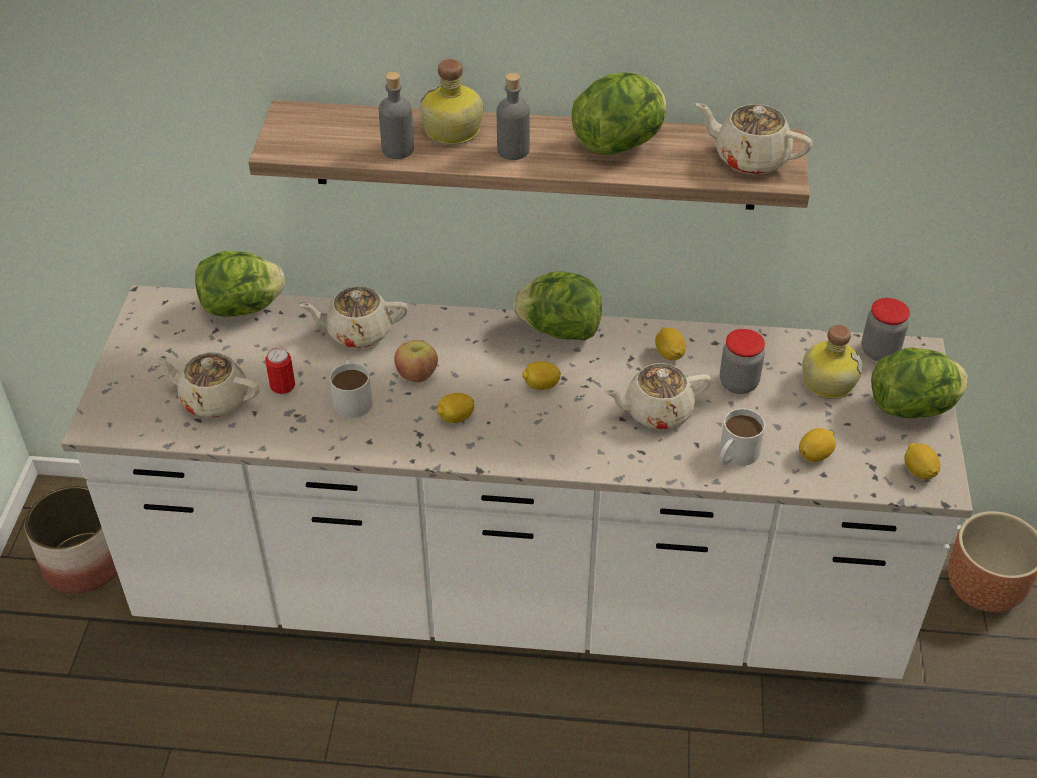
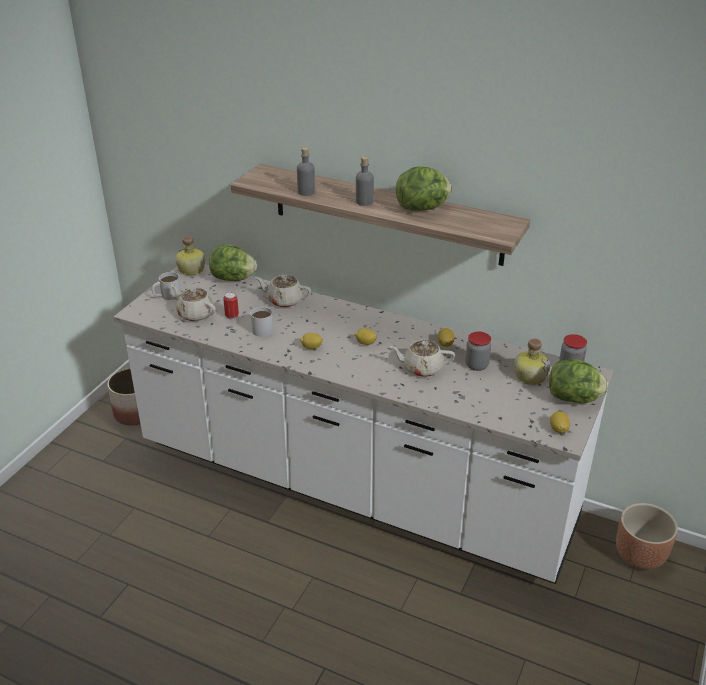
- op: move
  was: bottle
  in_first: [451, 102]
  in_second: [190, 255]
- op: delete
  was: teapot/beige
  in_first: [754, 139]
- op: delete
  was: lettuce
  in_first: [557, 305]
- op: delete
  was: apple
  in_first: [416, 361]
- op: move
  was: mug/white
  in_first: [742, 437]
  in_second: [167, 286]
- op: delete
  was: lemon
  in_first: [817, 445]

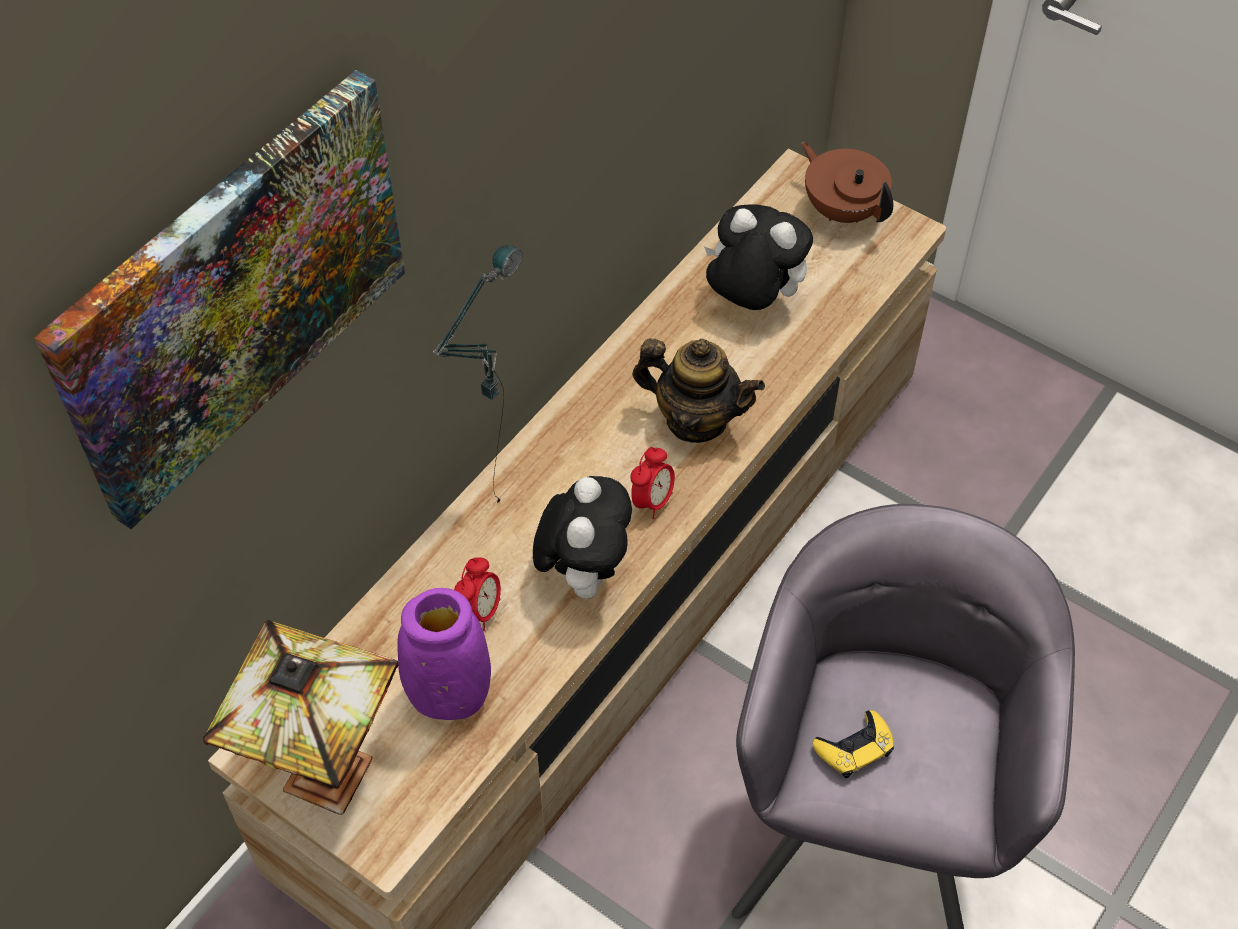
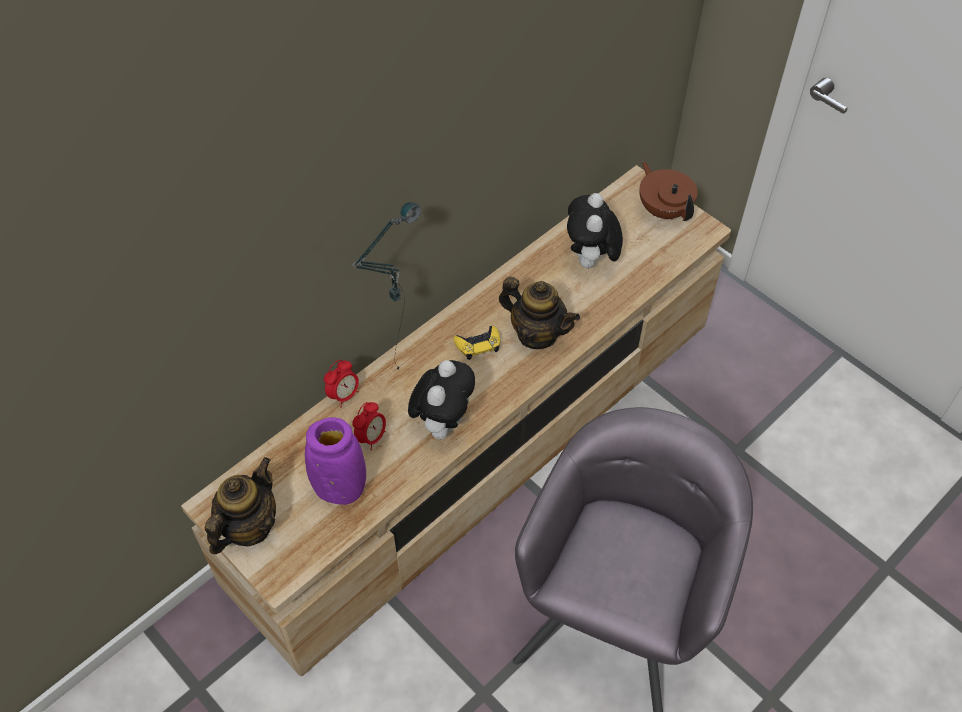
- op: delete
  was: picture
  in_first: [219, 299]
- op: rotate
  was: plush toy
  in_first: [758, 257]
  in_second: [595, 232]
  clockwise: -120
- op: move
  was: alarm clock
  in_first: [652, 483]
  in_second: [341, 383]
- op: replace
  was: table lamp
  now: teapot
  in_first: [301, 717]
  in_second: [240, 505]
- op: move
  was: game controller/yellow
  in_first: [853, 744]
  in_second: [477, 343]

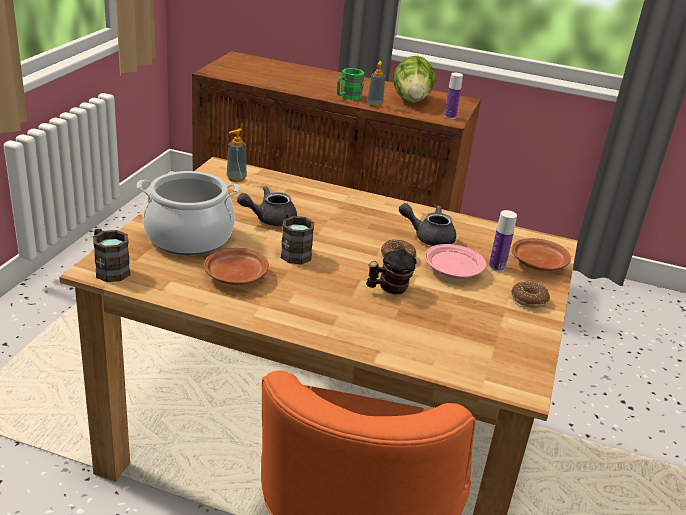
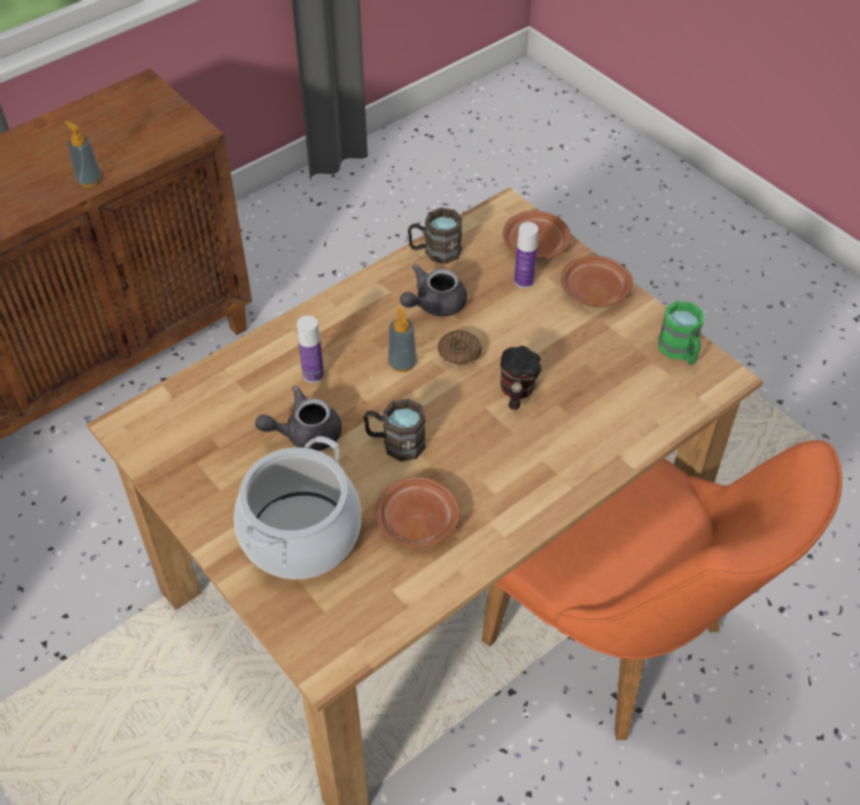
- op: delete
  was: lettuce
  in_first: [414, 79]
- op: move
  was: mug/green
  in_first: [351, 84]
  in_second: [681, 333]
- op: move
  was: bottle
  in_first: [453, 96]
  in_second: [310, 349]
- op: move
  was: soap dispenser
  in_first: [236, 155]
  in_second: [402, 339]
- op: rotate
  was: teapot/grey
  in_first: [267, 206]
  in_second: [298, 418]
  clockwise: 60
- op: move
  was: mug/brown
  in_first: [111, 255]
  in_second: [435, 236]
- op: delete
  was: plate/pink
  in_first: [455, 261]
- op: replace
  was: donut
  now: plate/brown
  in_first: [530, 295]
  in_second: [597, 281]

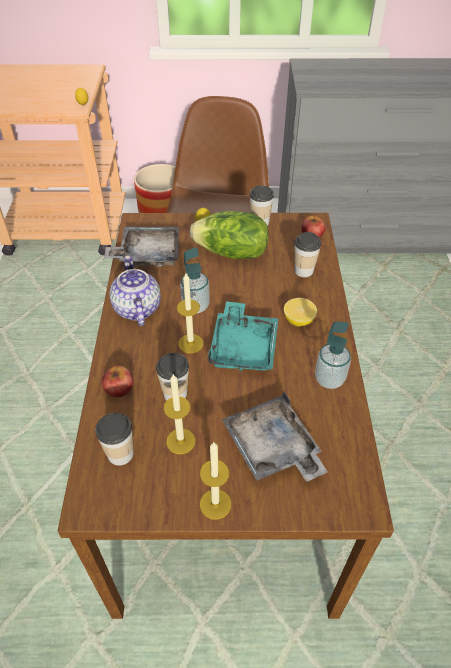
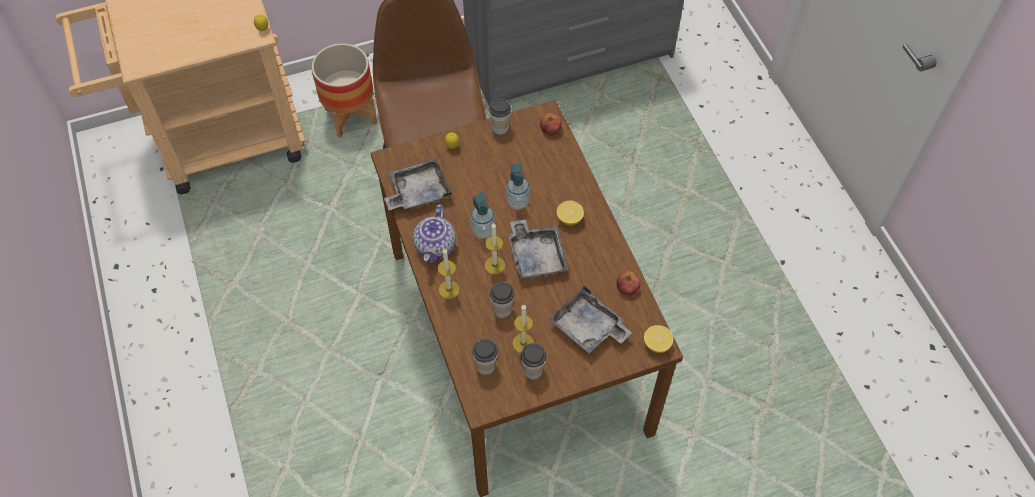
- op: delete
  was: lettuce
  in_first: [229, 235]
- op: move
  was: cup
  in_first: [307, 254]
  in_second: [533, 361]
- op: rotate
  was: teapot
  in_first: [135, 291]
  in_second: [434, 234]
  clockwise: -135
- op: recolor
  was: tray/turquoise
  now: tray/grey
  in_first: [243, 336]
  in_second: [538, 249]
- op: move
  was: soap dispenser
  in_first: [333, 355]
  in_second: [518, 186]
- op: move
  was: apple
  in_first: [118, 381]
  in_second: [628, 283]
- op: move
  was: candle
  in_first: [215, 481]
  in_second: [448, 273]
- op: insert
  now: lemon
  in_second: [658, 339]

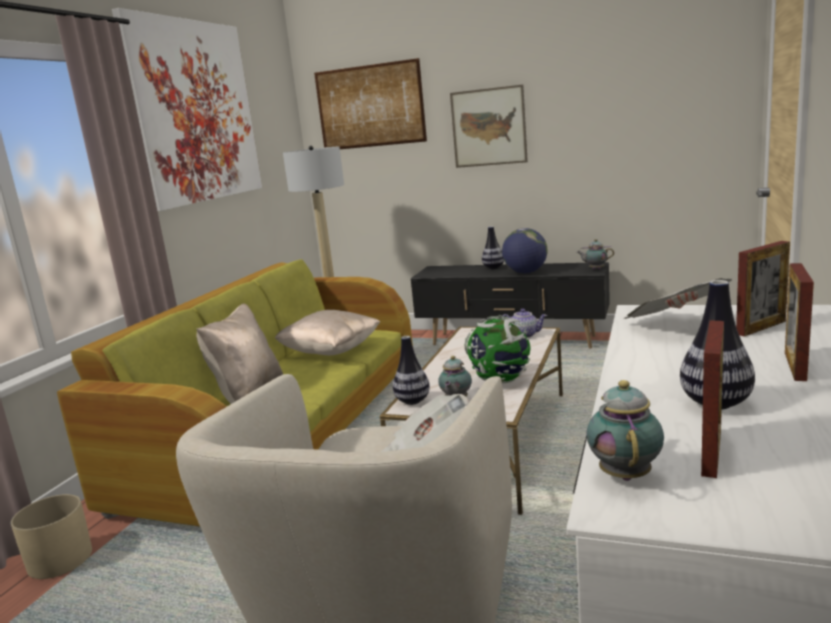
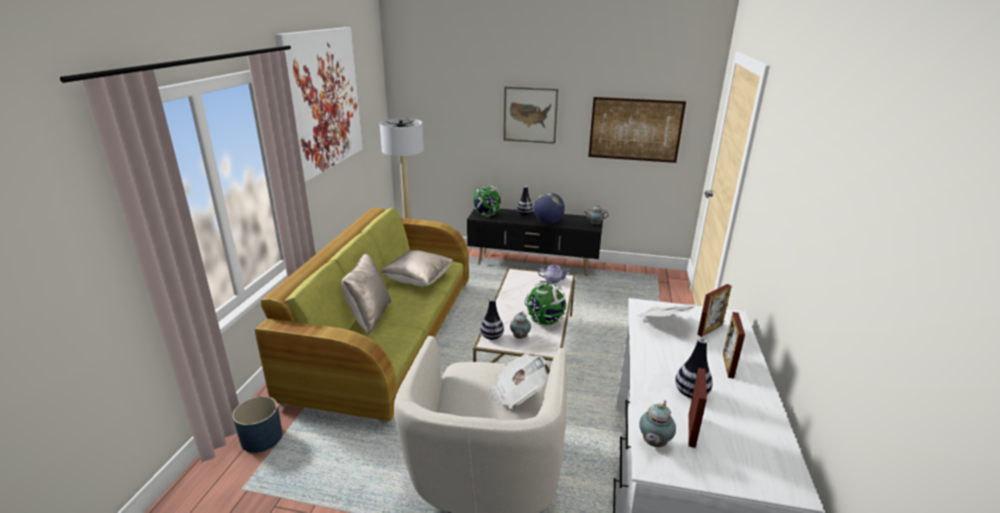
- op: move
  was: picture
  in_first: [370, 103]
  in_second: [637, 130]
- op: rotate
  was: teapot
  in_first: [625, 430]
  in_second: [657, 423]
  clockwise: -150
- op: recolor
  was: planter/beige
  now: planter/blue
  in_first: [51, 536]
  in_second: [257, 424]
- op: insert
  now: globe
  in_second: [487, 201]

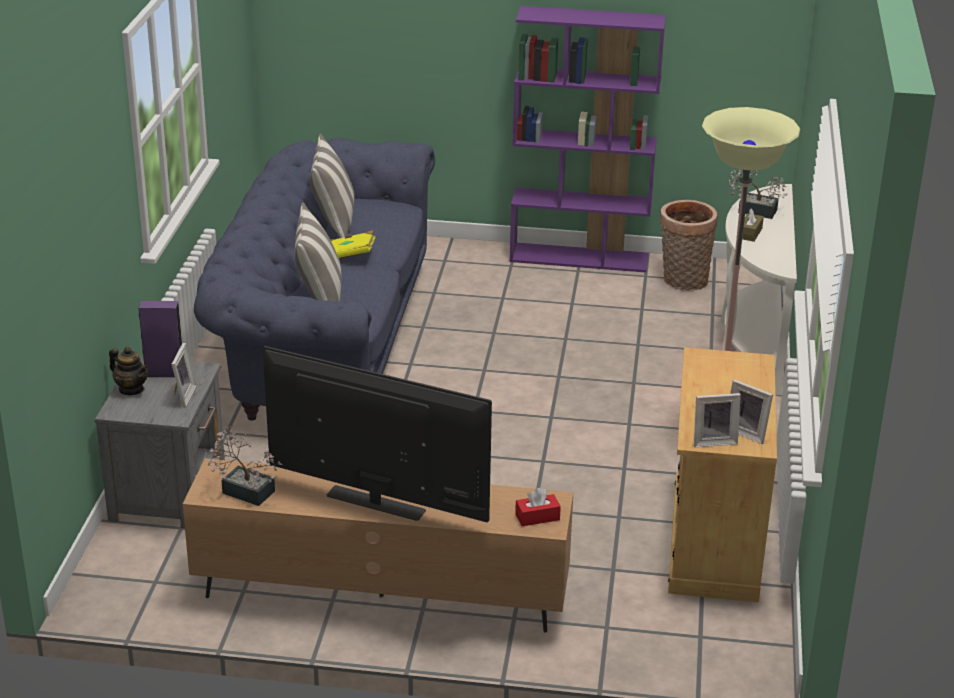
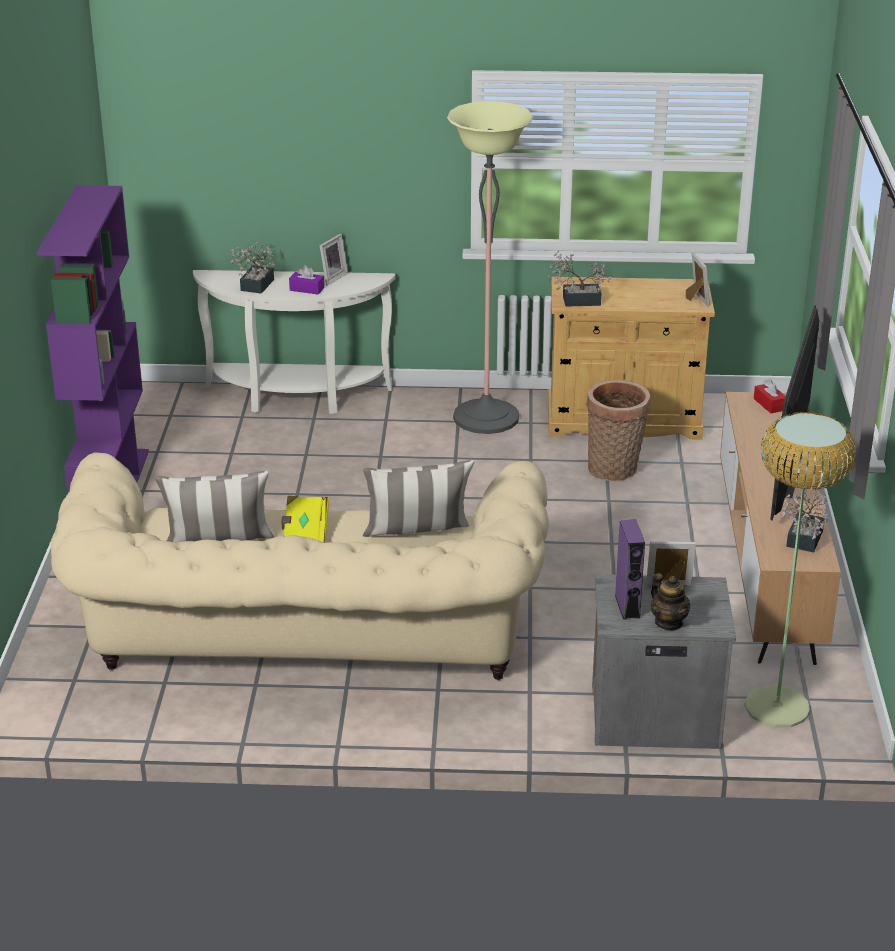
- op: recolor
  was: sofa/blue
  now: sofa/beige
  in_first: [314, 279]
  in_second: [300, 566]
- op: move
  was: basket
  in_first: [689, 245]
  in_second: [618, 430]
- op: recolor
  was: tissue box/brown
  now: tissue box/purple
  in_first: [753, 225]
  in_second: [306, 279]
- op: rotate
  was: teapot
  in_first: [128, 371]
  in_second: [671, 601]
  clockwise: 120
- op: move
  was: picture frame
  in_first: [751, 411]
  in_second: [333, 260]
- op: insert
  now: potted plant
  in_second: [579, 279]
- op: insert
  now: floor lamp
  in_second: [800, 570]

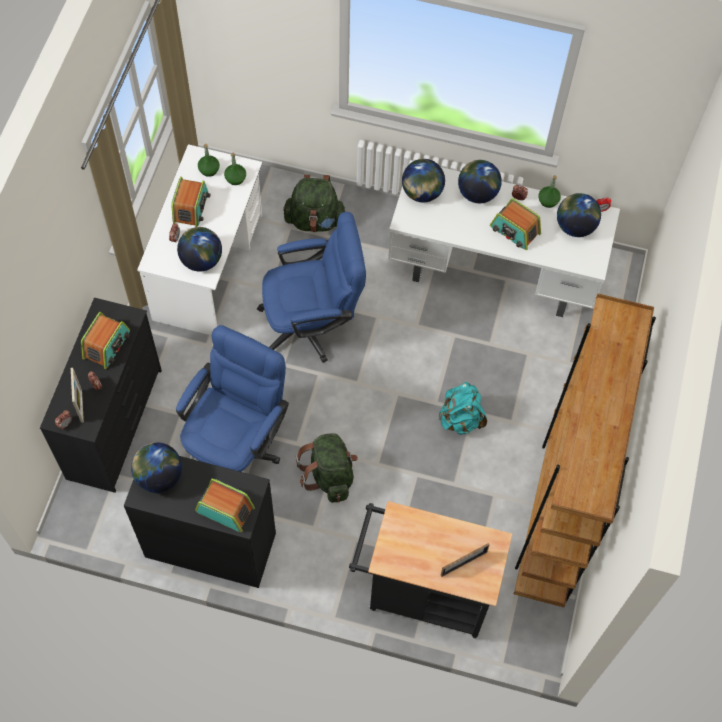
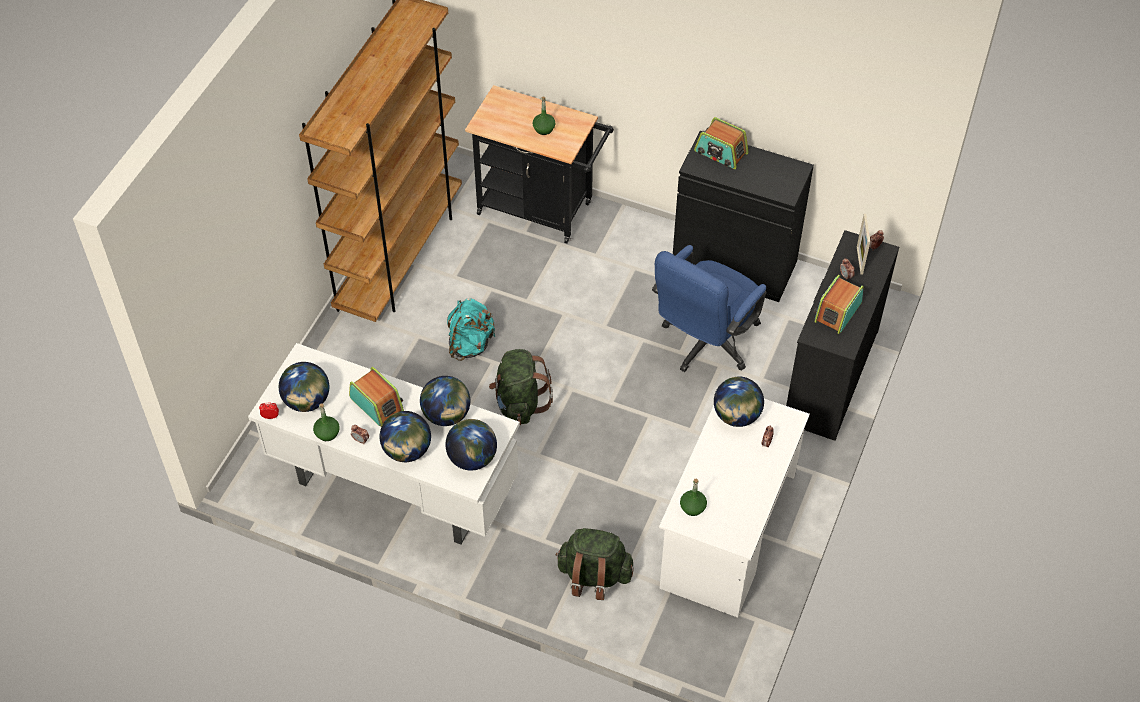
- op: move
  was: bottle/green
  in_first: [209, 160]
  in_second: [543, 115]
- op: delete
  was: radio
  in_first: [191, 202]
- op: delete
  was: office chair/blue
  in_first: [311, 287]
- op: move
  was: backpack/green
  in_first: [327, 468]
  in_second: [521, 387]
- op: move
  was: globe
  in_first: [156, 467]
  in_second: [445, 401]
- op: delete
  was: picture frame
  in_first: [465, 560]

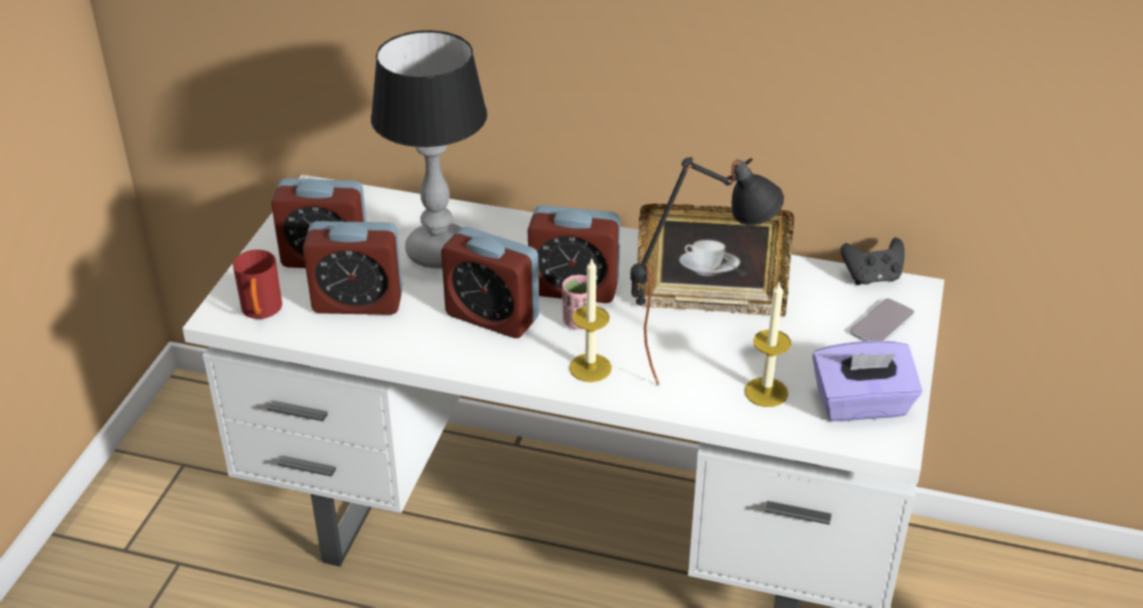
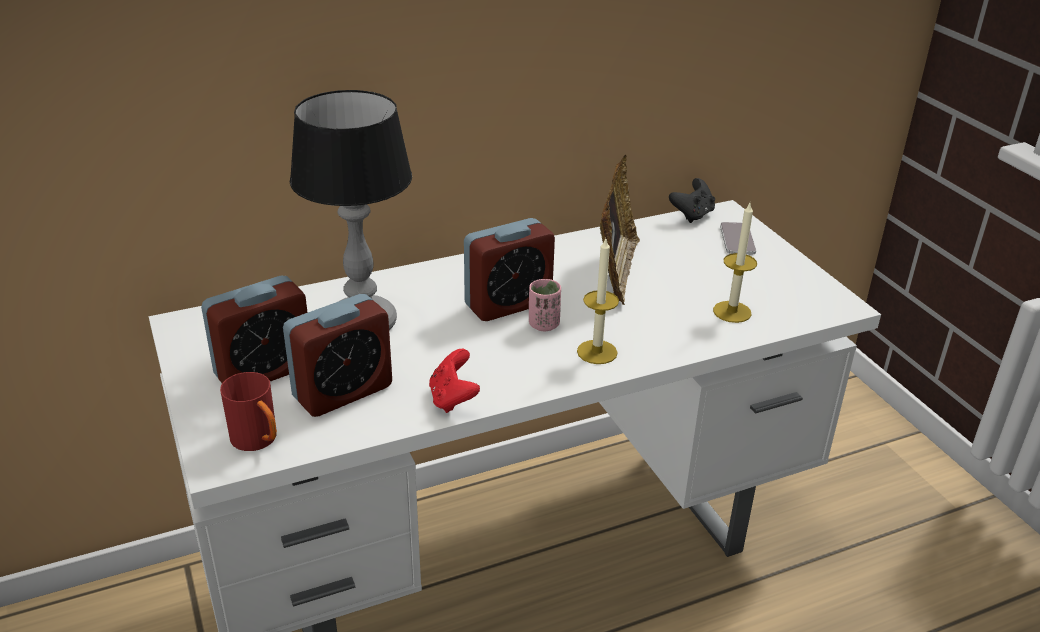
- op: delete
  was: table lamp/black
  in_first: [707, 271]
- op: rotate
  was: picture frame
  in_first: [715, 260]
  in_second: [620, 230]
  clockwise: -45
- op: delete
  was: alarm clock
  in_first: [490, 282]
- op: delete
  was: tissue box/purple
  in_first: [867, 381]
- op: insert
  now: game controller/red
  in_second: [454, 381]

